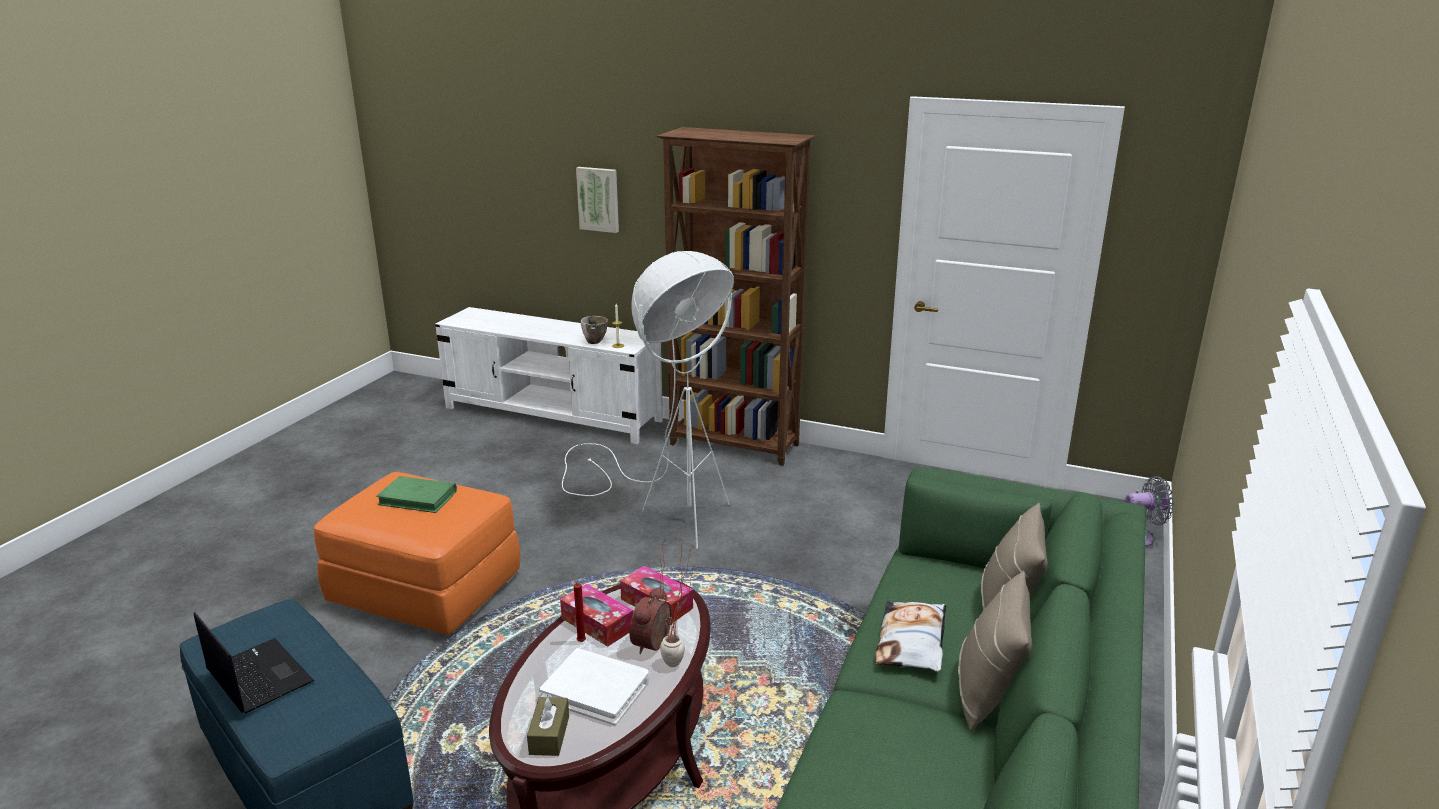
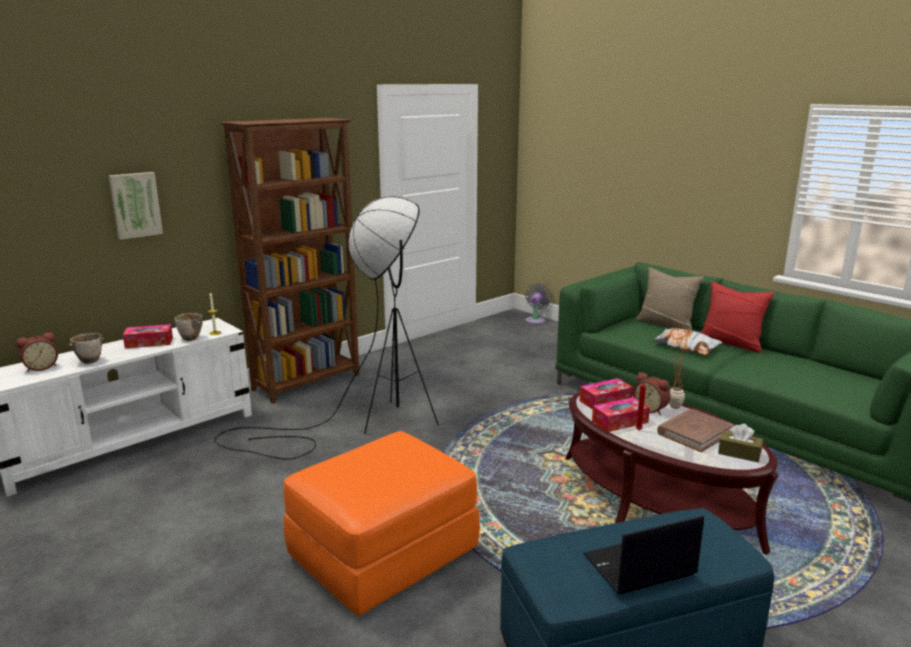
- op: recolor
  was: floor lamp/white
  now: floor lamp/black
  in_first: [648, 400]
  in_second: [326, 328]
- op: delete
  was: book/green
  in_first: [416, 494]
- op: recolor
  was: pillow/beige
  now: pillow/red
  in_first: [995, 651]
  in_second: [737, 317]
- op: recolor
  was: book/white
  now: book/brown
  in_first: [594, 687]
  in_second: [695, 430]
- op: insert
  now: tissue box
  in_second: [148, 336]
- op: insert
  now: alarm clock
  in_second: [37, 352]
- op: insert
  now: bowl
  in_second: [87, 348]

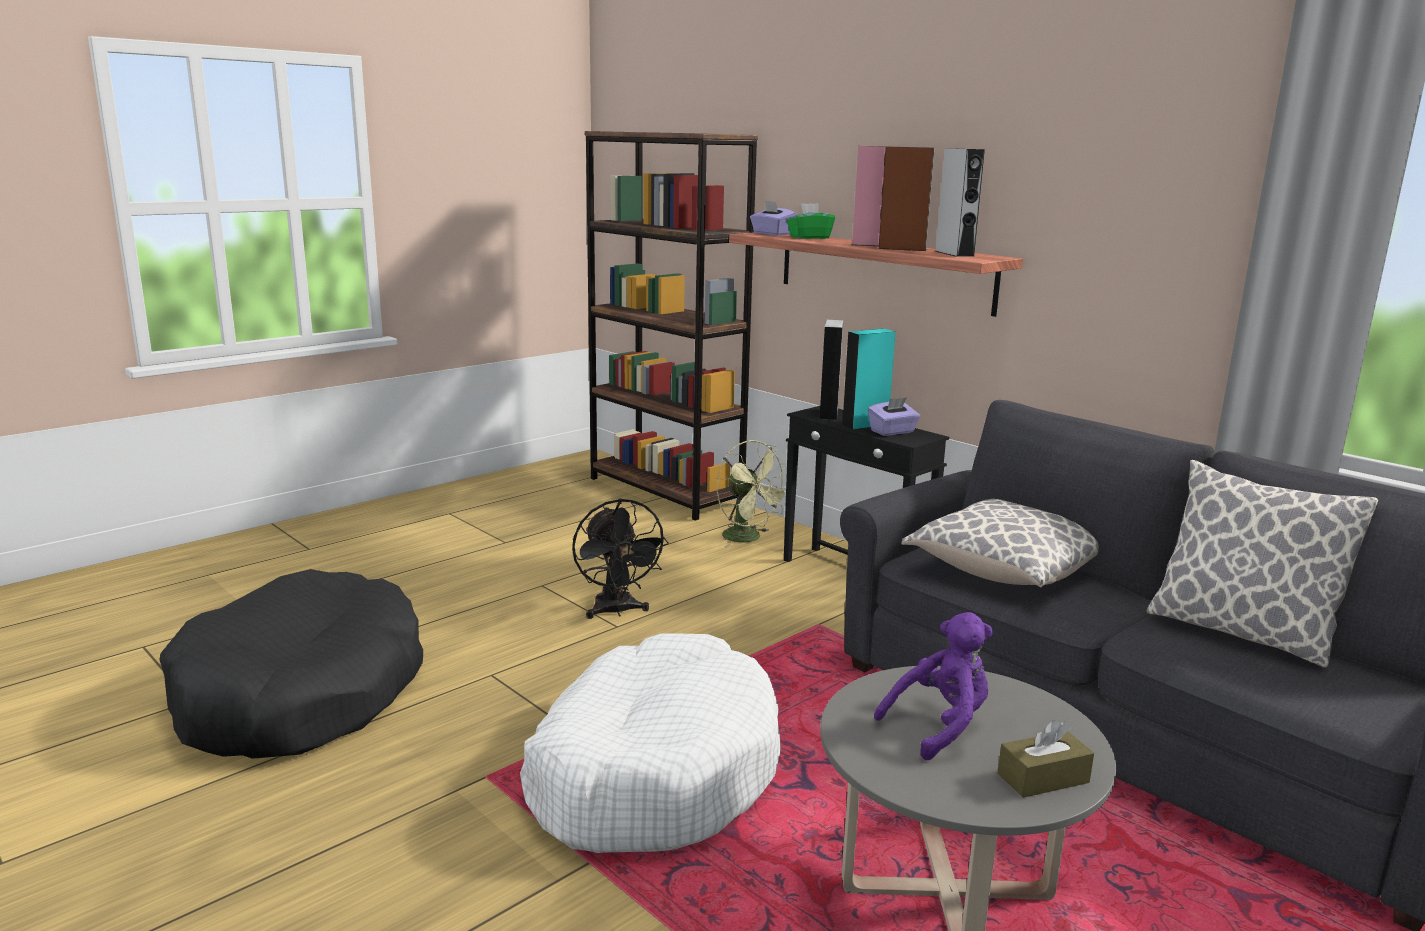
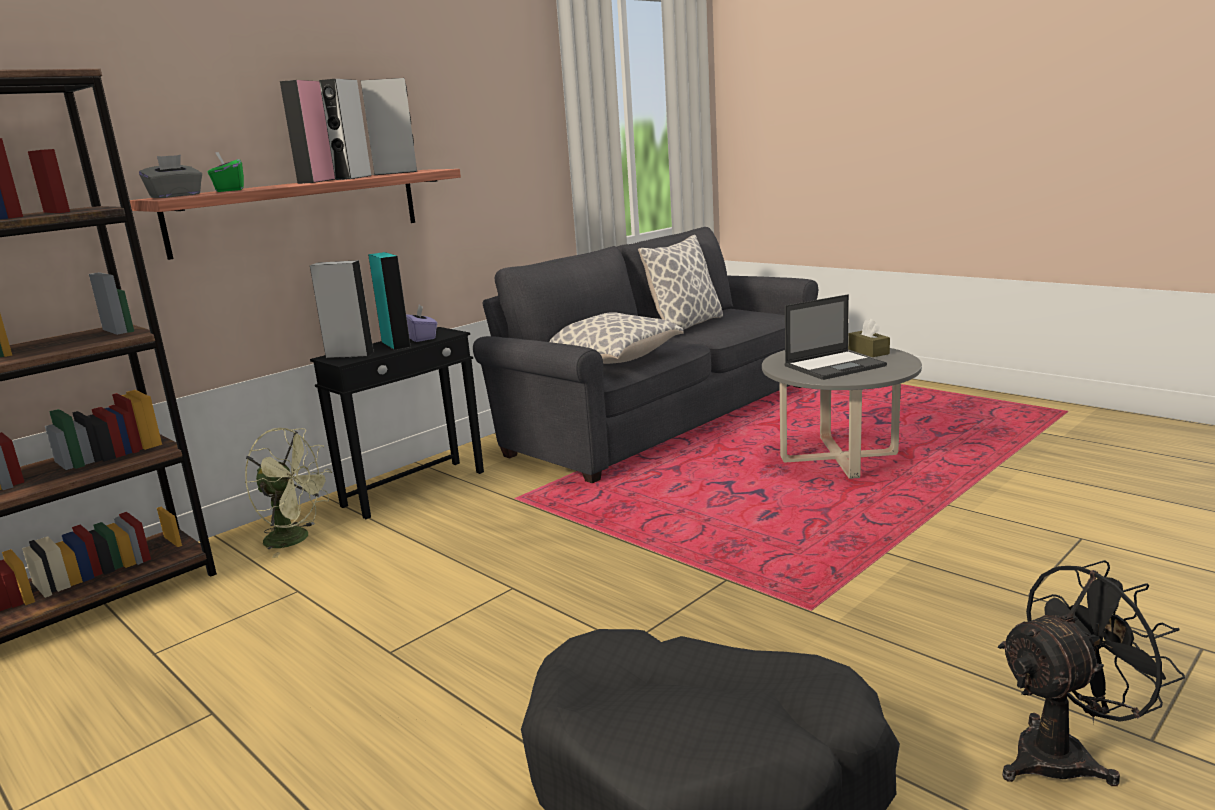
- op: recolor
  was: speaker/brown
  now: speaker/grey
  in_first: [906, 199]
  in_second: [345, 129]
- op: recolor
  was: tissue box/purple
  now: tissue box/grey
  in_first: [773, 217]
  in_second: [170, 176]
- op: rotate
  was: fan/green
  in_first: [751, 494]
  in_second: [288, 493]
  clockwise: 60
- op: move
  was: fan/black
  in_first: [620, 558]
  in_second: [1091, 673]
- op: replace
  was: plush toy/purple
  now: laptop
  in_first: [933, 686]
  in_second: [836, 337]
- op: delete
  was: dog bed/white
  in_first: [650, 743]

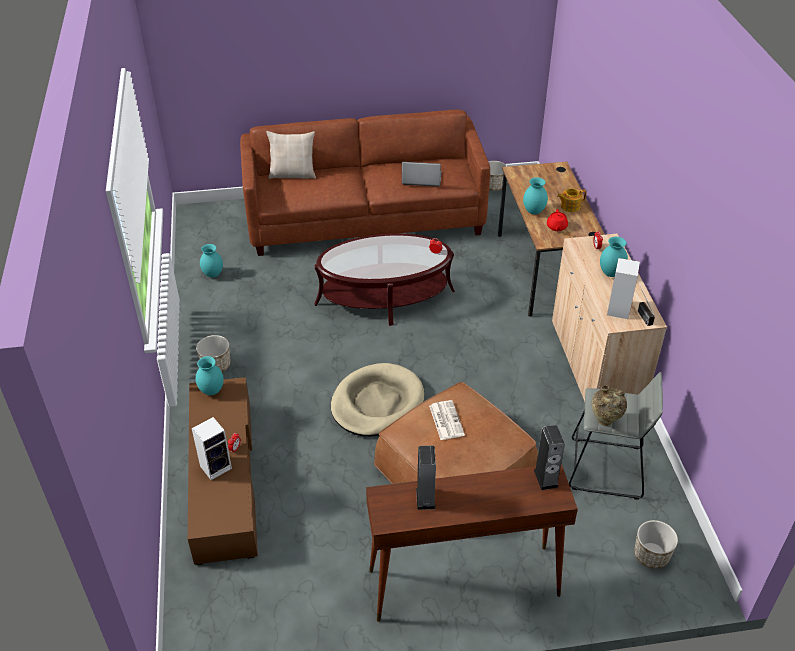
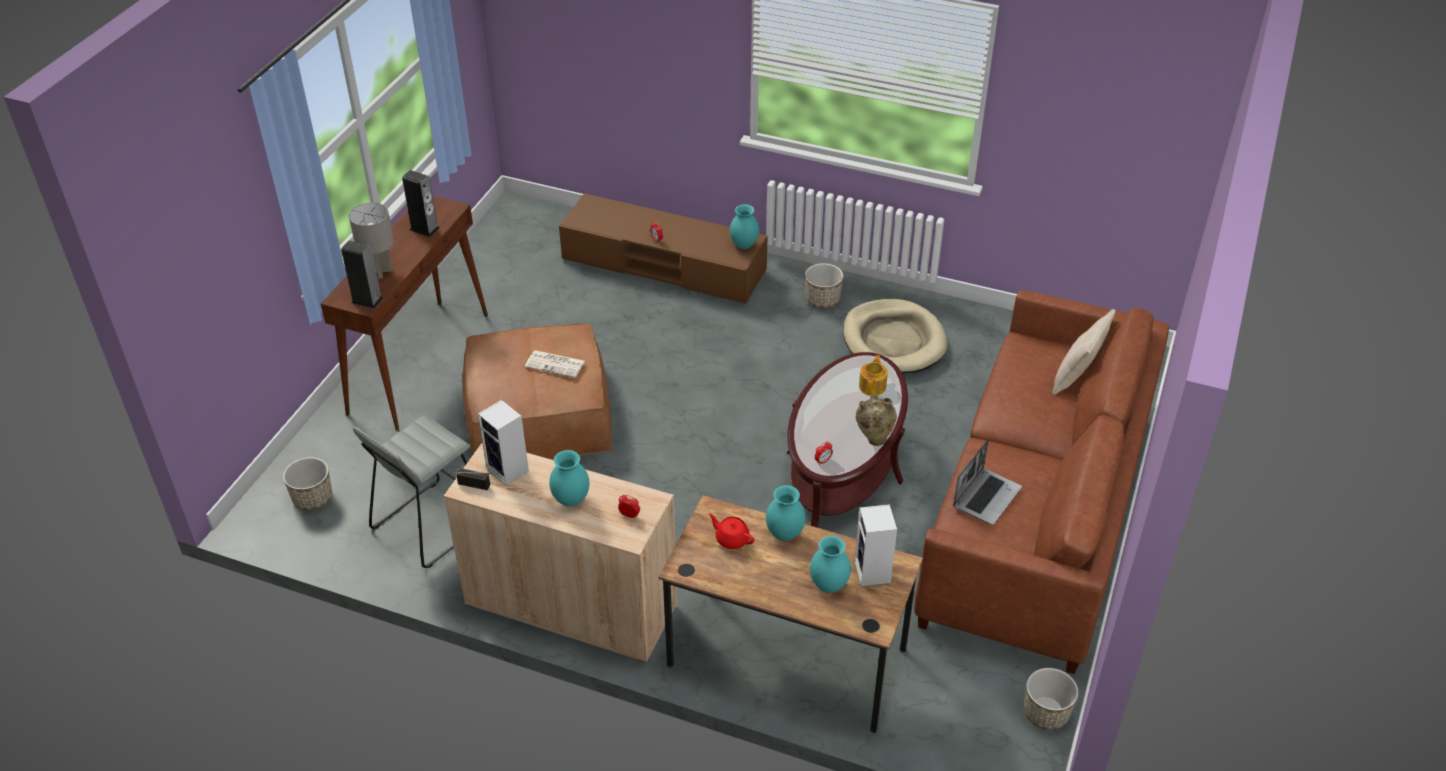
- op: move
  was: teapot
  in_first: [572, 200]
  in_second: [873, 375]
- op: move
  was: vase/turquoise
  in_first: [211, 261]
  in_second: [830, 564]
- op: move
  was: dog bed/beige
  in_first: [377, 399]
  in_second: [895, 336]
- op: move
  was: vase/beige
  in_first: [609, 405]
  in_second: [876, 420]
- op: move
  was: speaker
  in_first: [212, 448]
  in_second: [875, 545]
- op: insert
  now: table lamp/grey
  in_second: [371, 241]

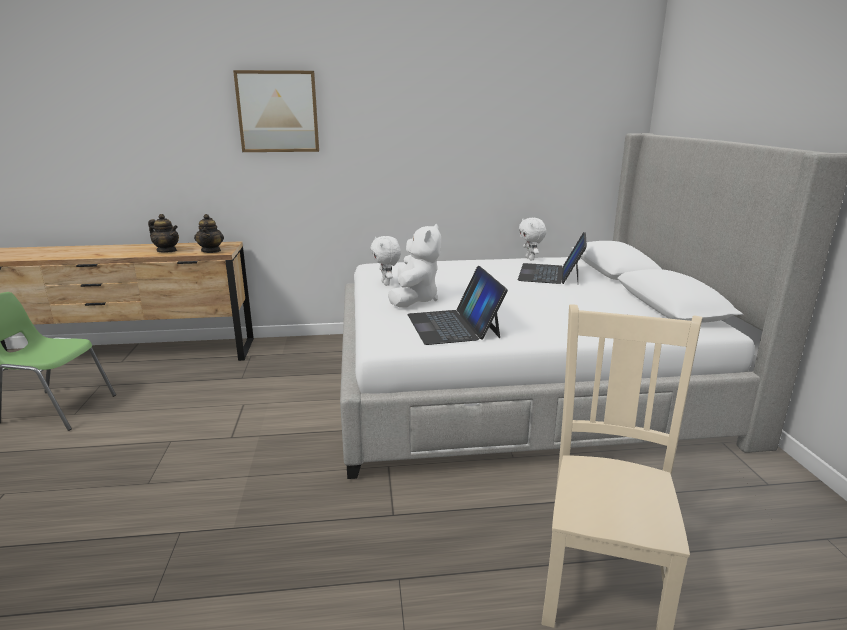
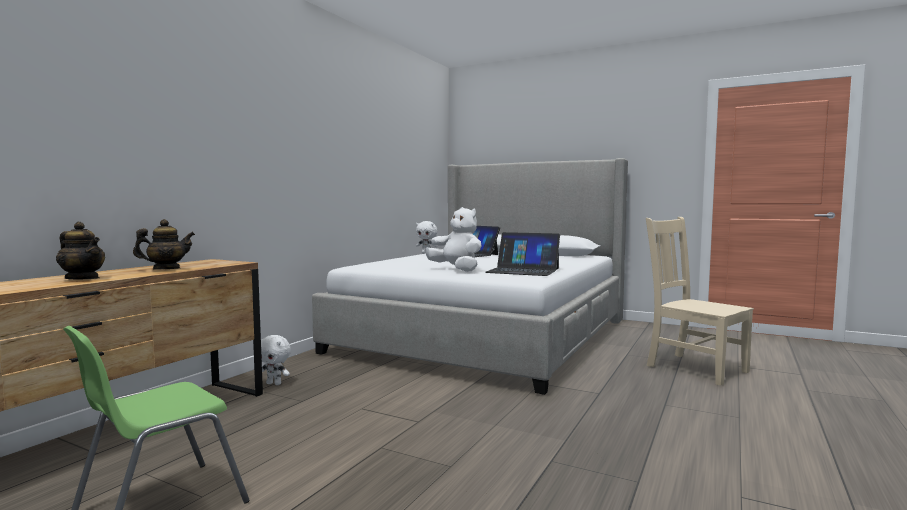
- op: delete
  was: picture
  in_first: [276, 111]
- op: move
  was: teapot
  in_first: [209, 233]
  in_second: [80, 250]
- op: move
  was: plush toy/white
  in_first: [385, 261]
  in_second: [276, 360]

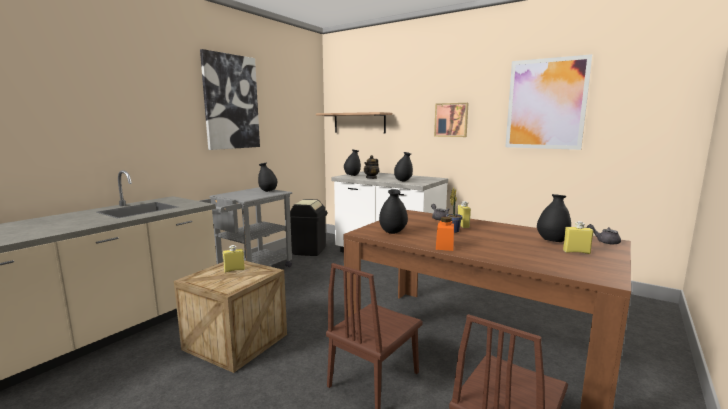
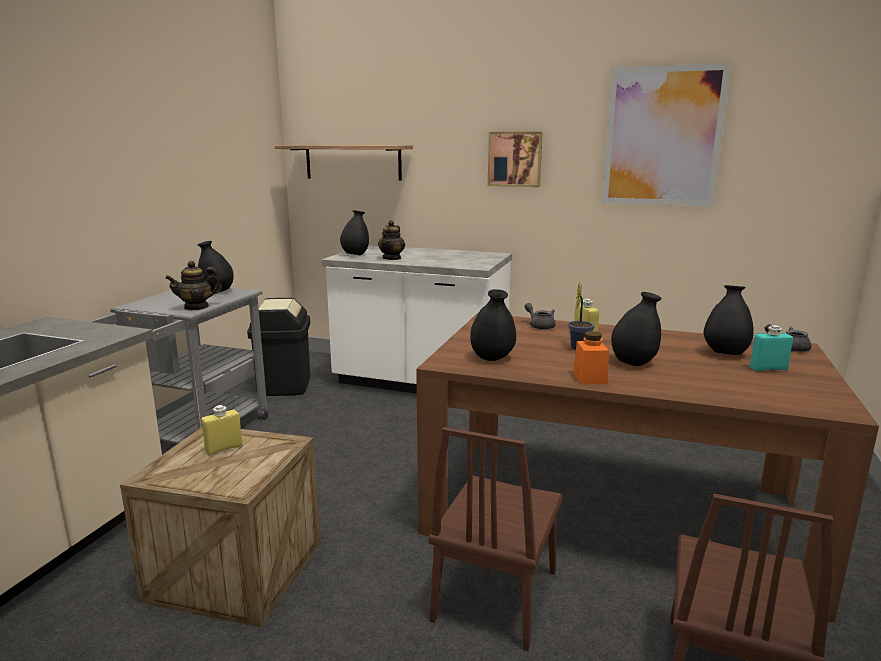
- op: delete
  was: picture
  in_first: [230, 99]
- op: move
  was: vase/black
  in_first: [403, 166]
  in_second: [636, 329]
- op: recolor
  was: bottle/yellow
  now: bottle/turquoise
  in_first: [578, 237]
  in_second: [771, 348]
- op: insert
  now: teapot
  in_second: [193, 285]

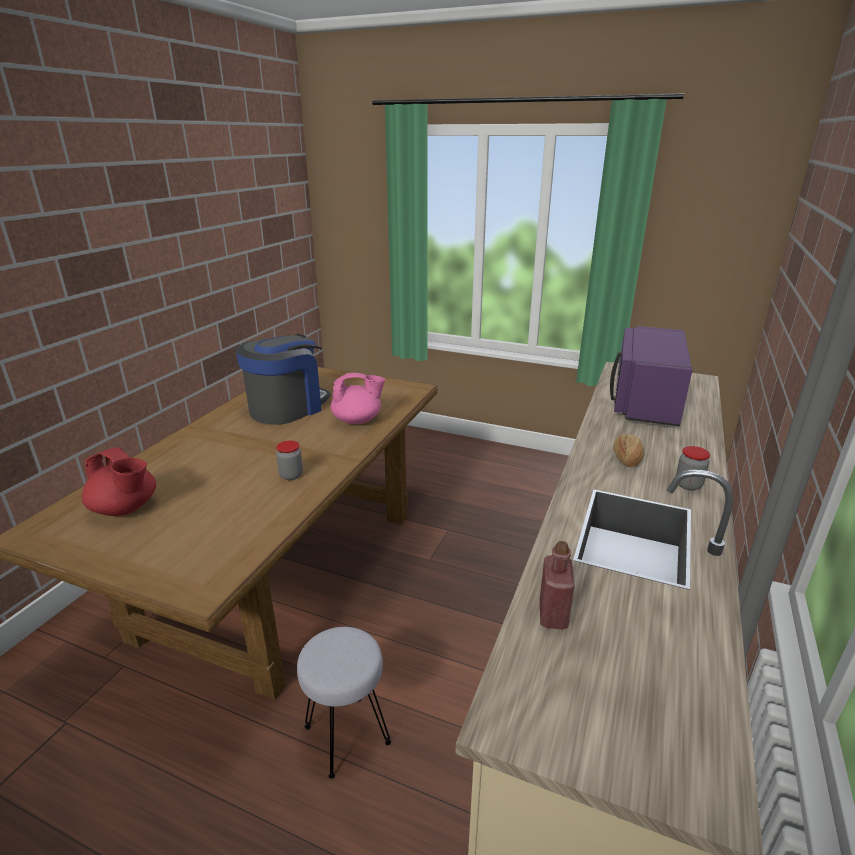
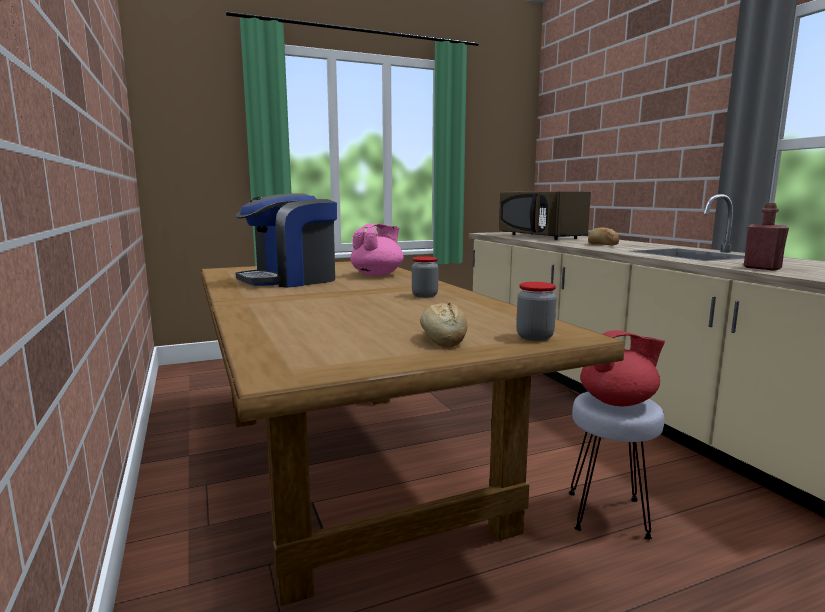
- op: recolor
  was: microwave/purple
  now: microwave/brown
  in_first: [651, 376]
  in_second: [545, 215]
- op: rotate
  was: coffee machine
  in_first: [283, 379]
  in_second: [286, 240]
  clockwise: -120
- op: move
  was: jar
  in_first: [693, 468]
  in_second: [536, 311]
- op: move
  was: teapot/red
  in_first: [119, 481]
  in_second: [622, 368]
- op: insert
  now: bread
  in_second: [443, 325]

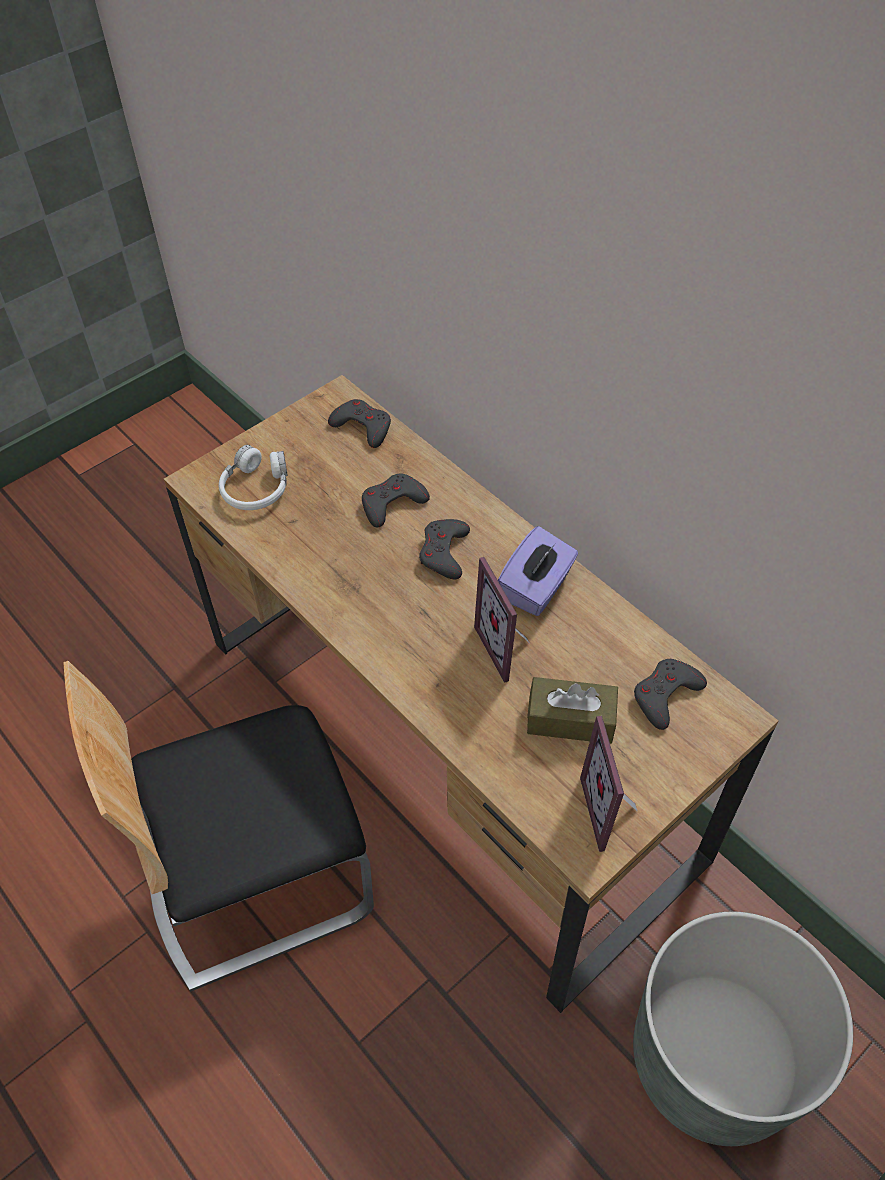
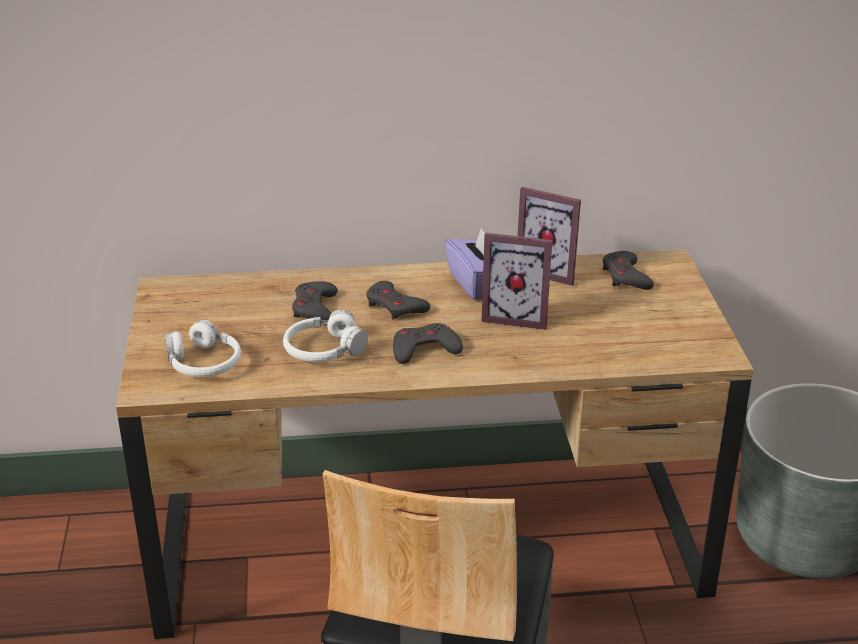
- op: move
  was: game controller/grey
  in_first: [359, 423]
  in_second: [428, 343]
- op: delete
  was: tissue box/brown
  in_first: [572, 710]
- op: move
  was: picture frame
  in_first: [609, 784]
  in_second: [549, 236]
- op: insert
  now: headphones/white
  in_second: [325, 335]

